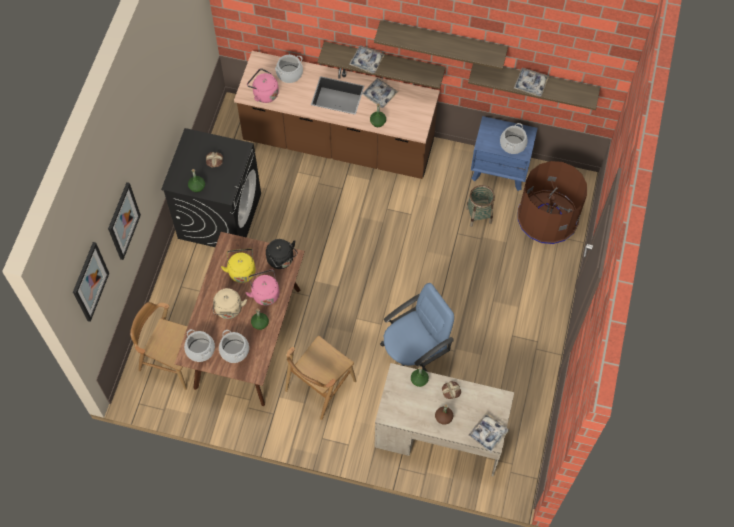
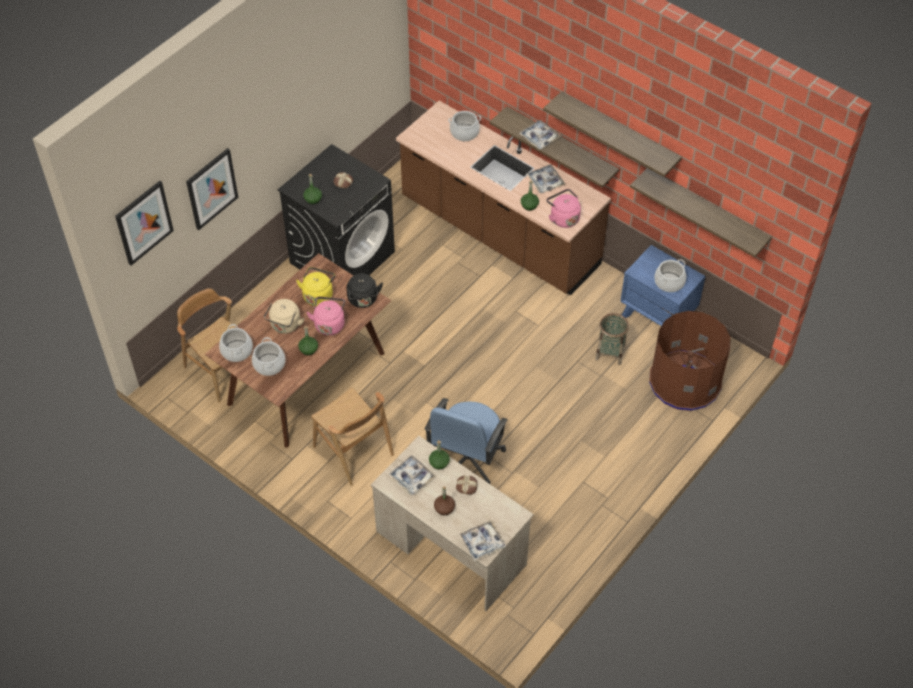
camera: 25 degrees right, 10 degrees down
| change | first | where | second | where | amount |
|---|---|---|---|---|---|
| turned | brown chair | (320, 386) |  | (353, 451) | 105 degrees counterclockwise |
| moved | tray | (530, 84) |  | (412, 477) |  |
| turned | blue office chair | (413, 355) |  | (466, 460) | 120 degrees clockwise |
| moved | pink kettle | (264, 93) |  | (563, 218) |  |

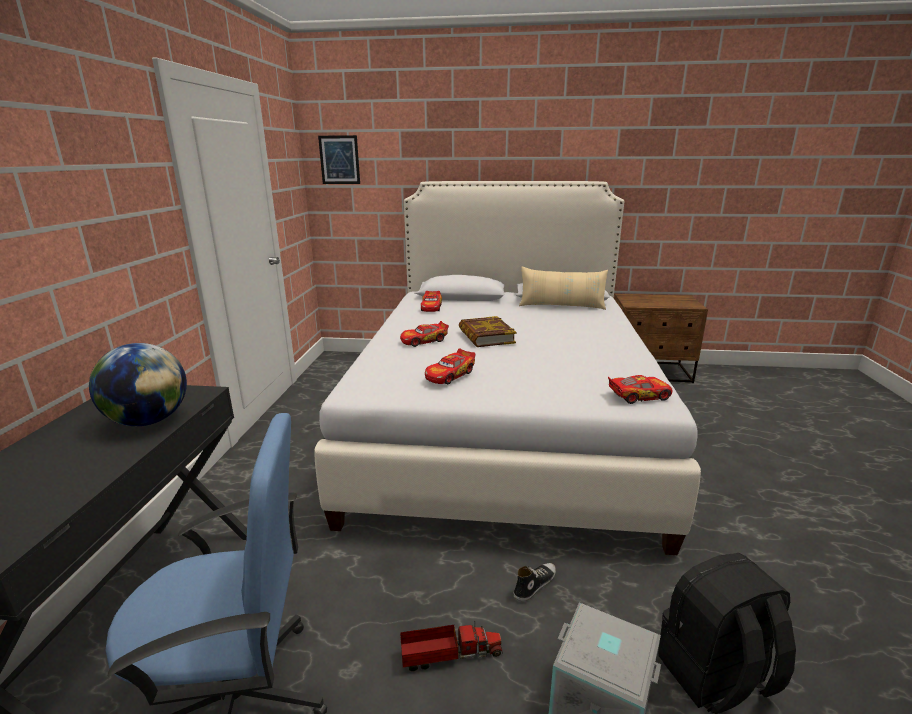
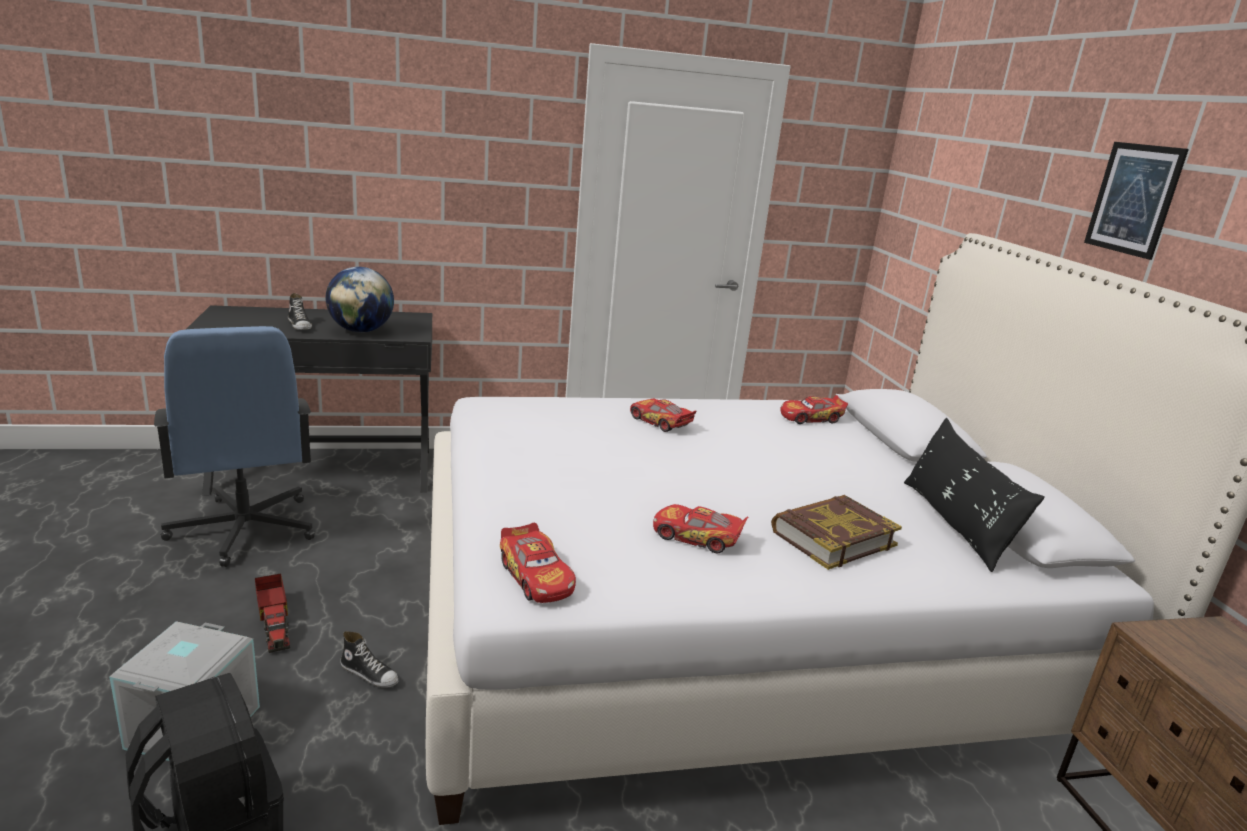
camera: 70 degrees right, 0 degrees up
| change | first | where | second | where | amount |
|---|---|---|---|---|---|
| added |  |  | shoe | (300, 325) |  |
| moved | toy car | (450, 375) |  | (697, 537) |  |
| moved | book | (486, 336) |  | (832, 538) |  |
| recoloured | beige pillow | (561, 306) | black pillow | (955, 523) |  |
| moved | picture | (339, 160) |  | (1133, 199) |  |

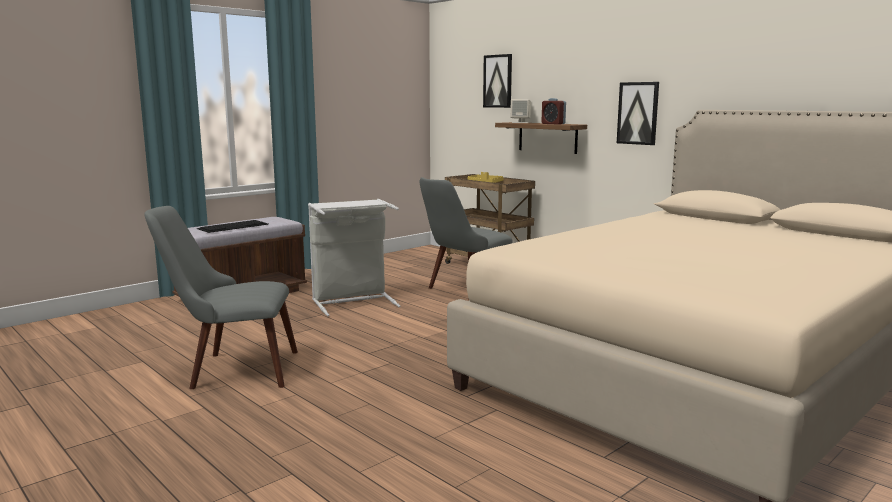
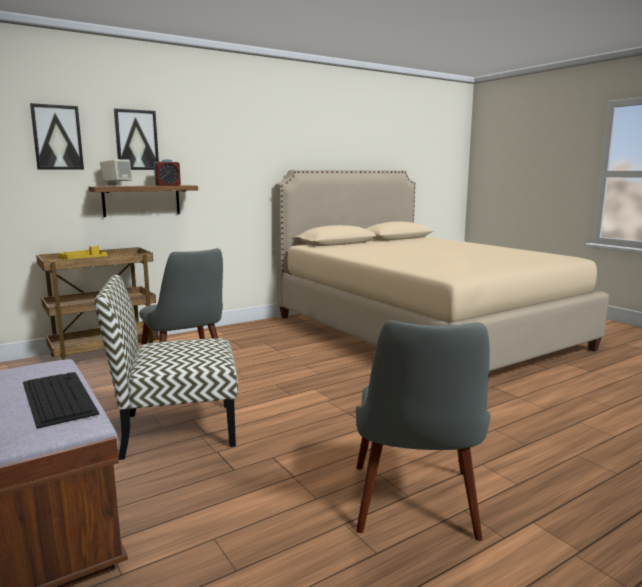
camera: 80 degrees left, 0 degrees up
| change | first | where | second | where | amount |
|---|---|---|---|---|---|
| replaced | grey laundry basket | (353, 301) | chair | (176, 430) |  |
| moved | picture | (638, 113) |  | (136, 140) |  |

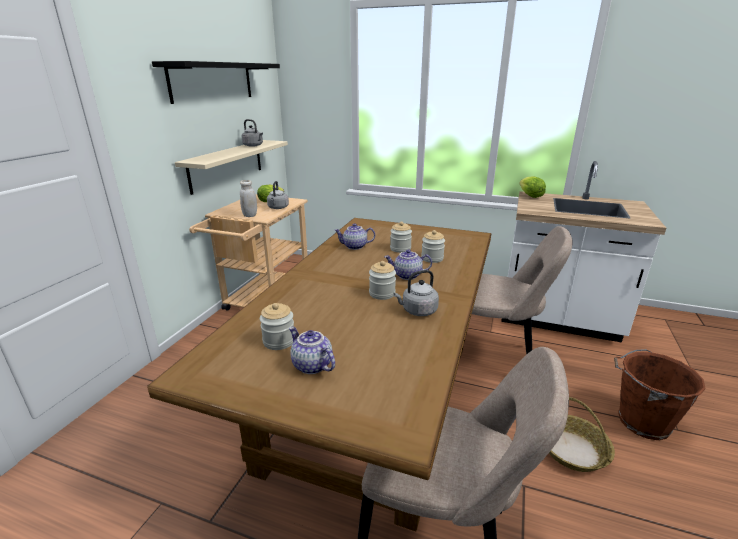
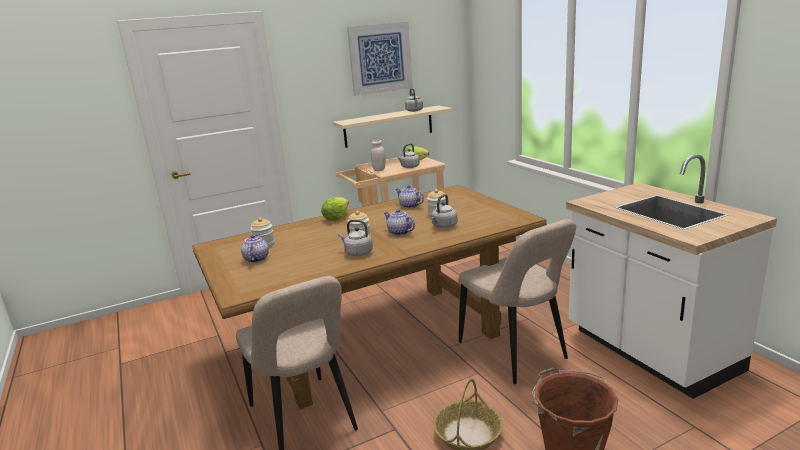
camera: 45 degrees right, 5 degrees down
| change | first | where | second | where | amount |
|---|---|---|---|---|---|
| moved | lettuce | (530, 196) |  | (336, 218) |  |
| replaced | black shelf | (212, 81) | picture | (380, 58) |  |
| replaced | jar | (432, 258) | grey kettle | (443, 226) |  |

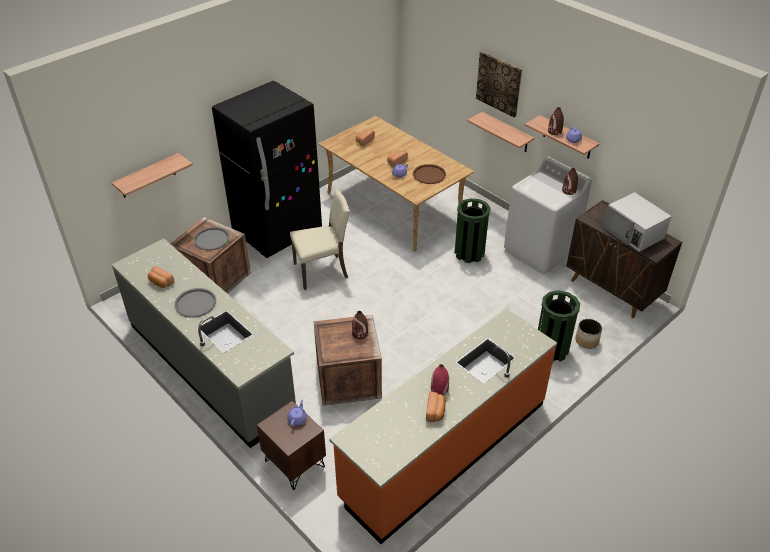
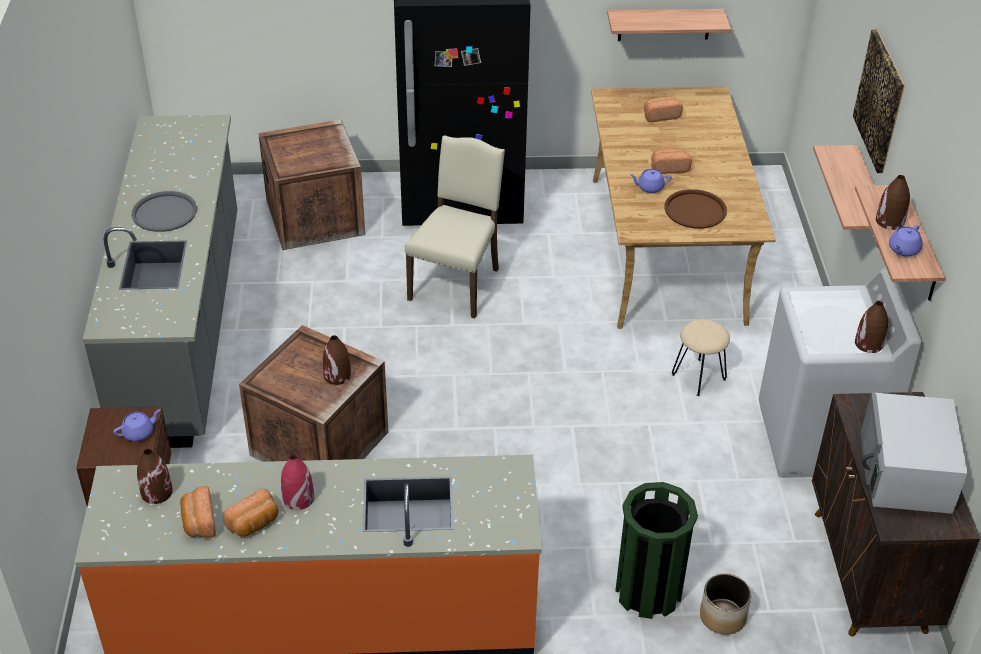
camera: 40 degrees right, 0 degrees up
| change | first | where | second | where | amount |
|---|---|---|---|---|---|
| added |  |  | brown vase | (156, 492) |  |
| moved | bread | (160, 283) |  | (198, 522) |  |
| turned | beige chair | (322, 271) |  | (457, 283) | 90 degrees counterclockwise |
| moved | shelf | (147, 176) |  | (664, 24) |  |
| replaced | green trash can | (469, 253) | beige stool | (698, 377) |  |
| removed | grey tray | (212, 239) |  |  |  |

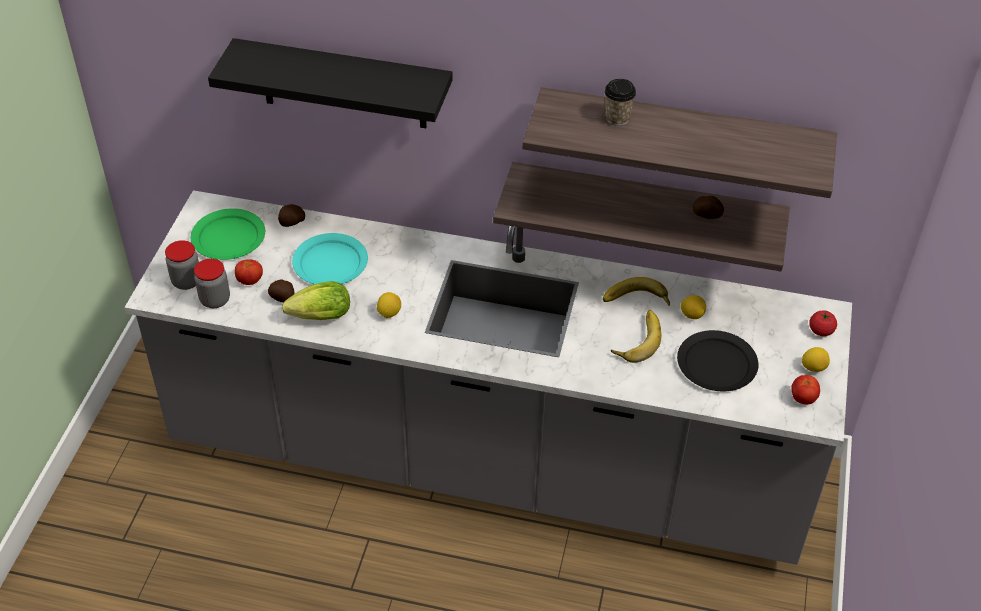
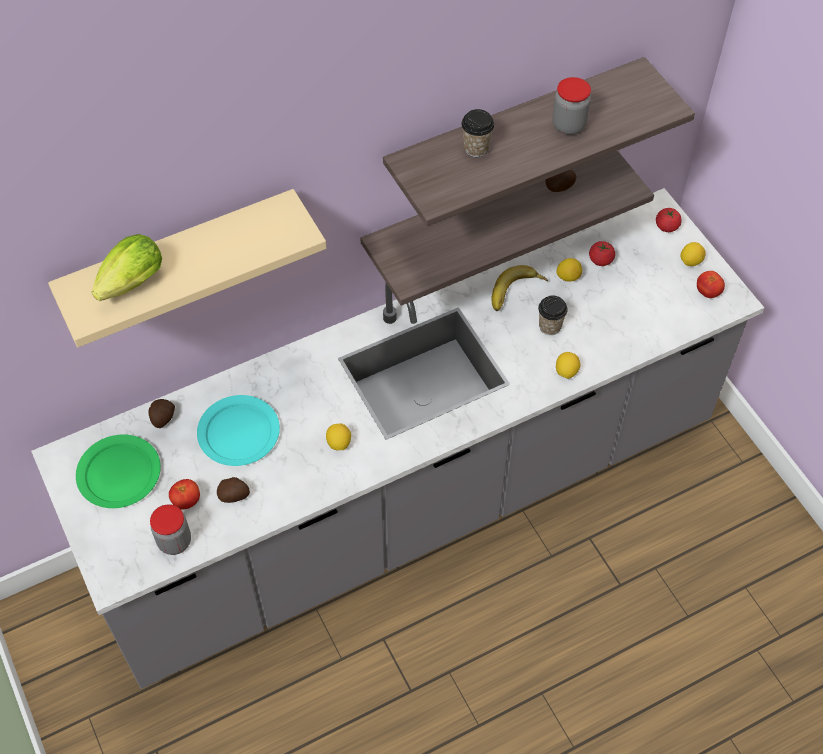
camera: 40 degrees left, 10 degrees up
| change | first | where | second | where | amount |
|---|---|---|---|---|---|
| recoloured | black shelf | (343, 84) | beige shelf | (180, 260) |  |
| moved | lettuce | (317, 317) |  | (129, 286) |  |
| replaced | banana | (636, 339) | cup | (550, 326) |  |
| moved | jar | (186, 281) |  | (568, 125) |  |
| added |  |  | lemon | (566, 371) |  |
| added |  |  | tomato | (600, 260) |  |
| removed | black plate | (717, 364) |  |  |  |

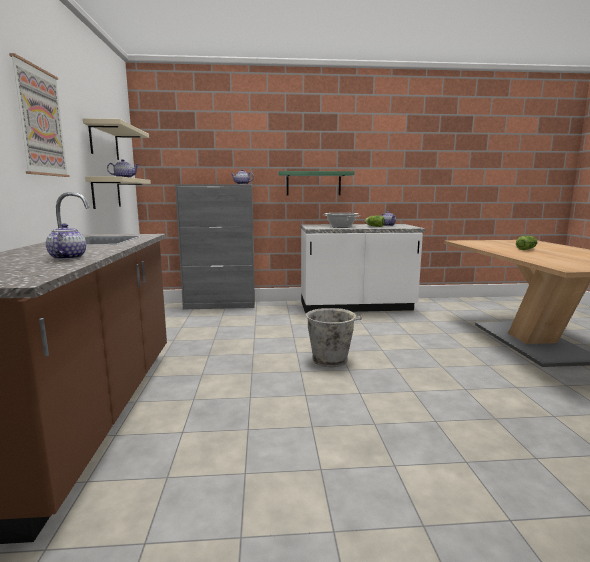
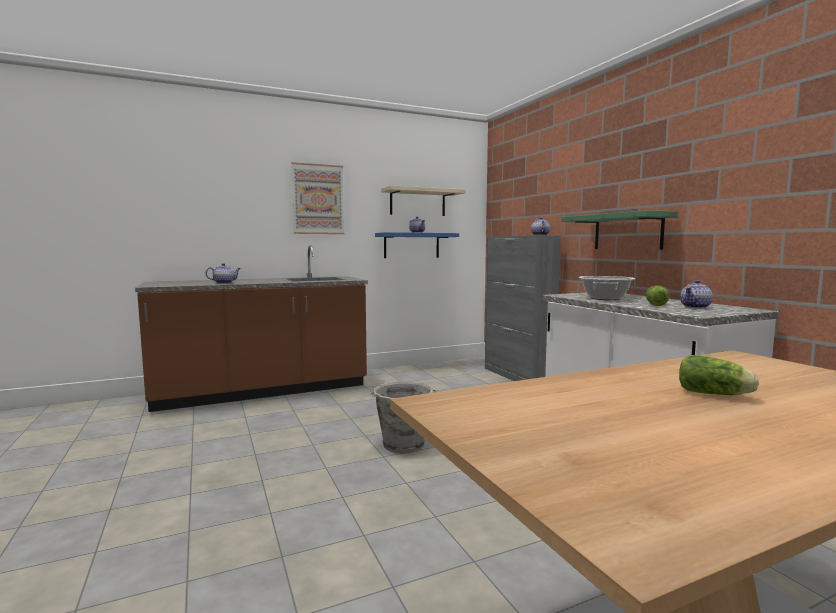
camera: 70 degrees right, 5 degrees down
| change | first | where | second | where | amount |
|---|---|---|---|---|---|
| recoloured | beige shelf | (106, 193) | blue shelf | (411, 245) |  |

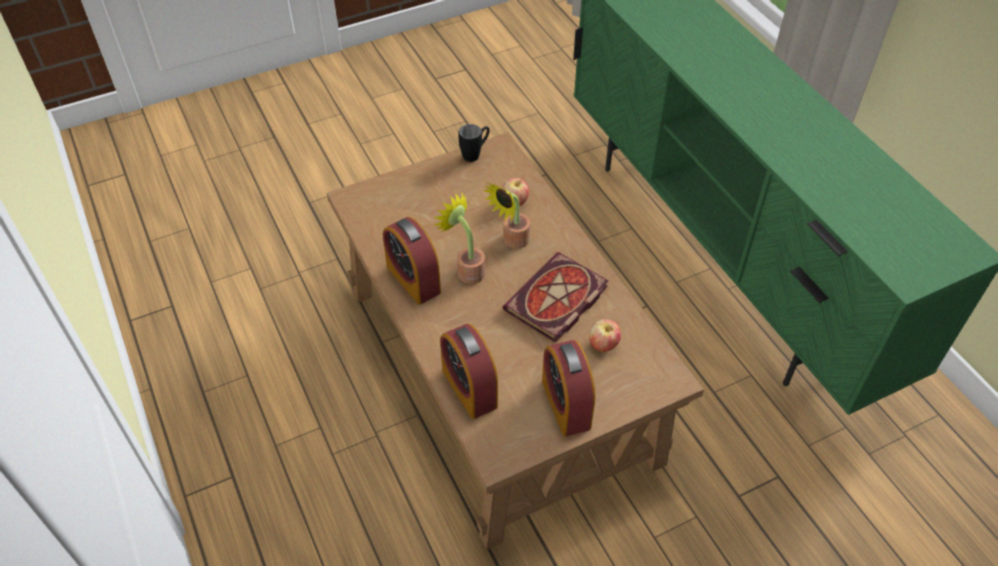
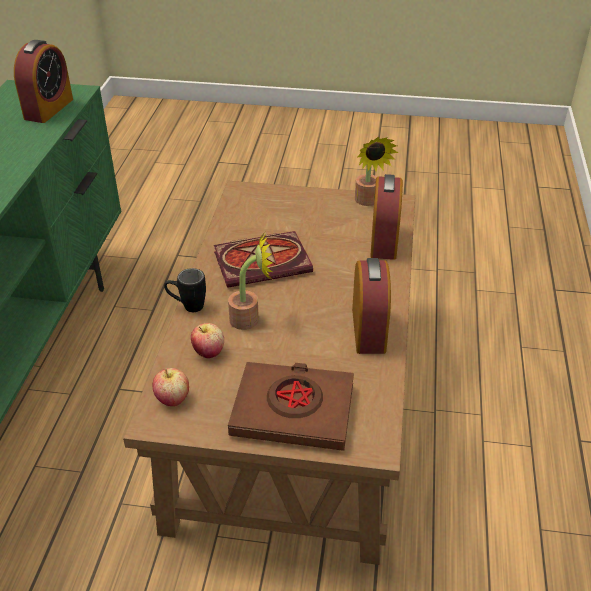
camera: 145 degrees left, 10 degrees down
| change | first | where | second | where | amount |
|---|---|---|---|---|---|
| moved | alarm clock | (566, 404) |  | (49, 109) |  |
| moved | apple | (603, 345) |  | (172, 399) |  |
| moved | black mug | (475, 154) |  | (187, 306) |  |
| added |  |  | brown book | (293, 411) |  |
| moved | potted plant | (467, 270) |  | (368, 202) |  |

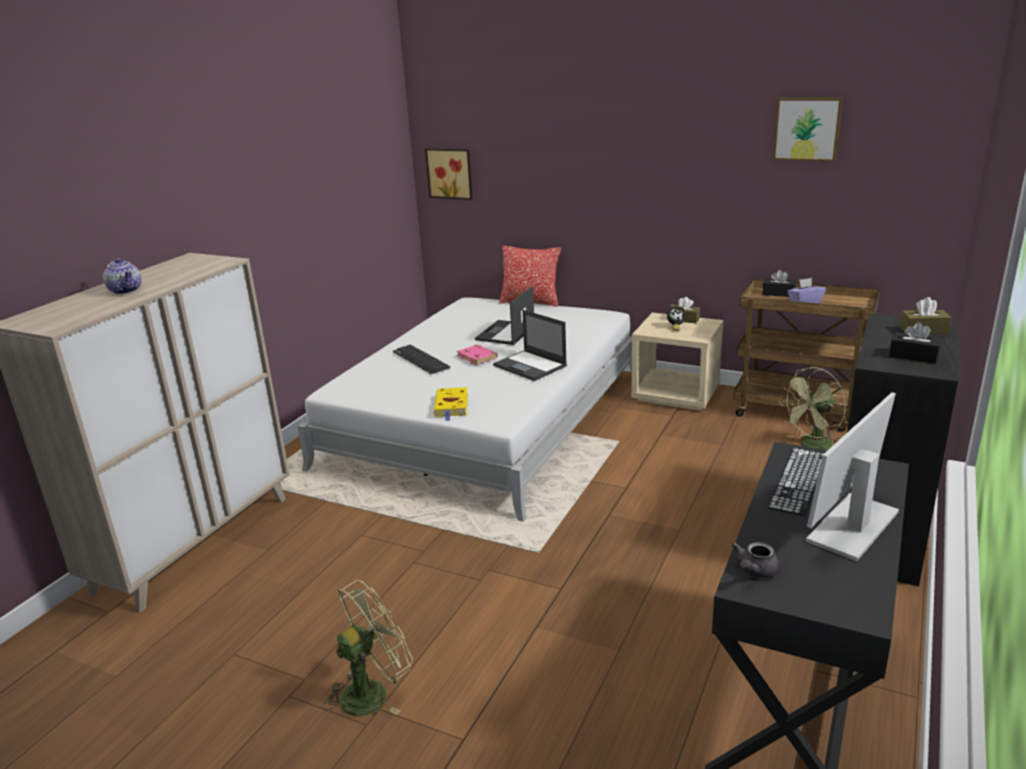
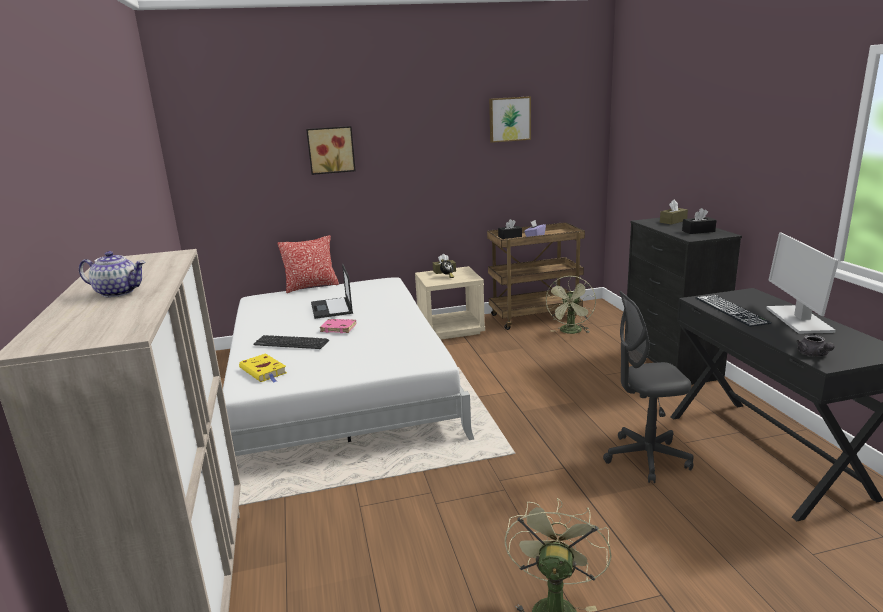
camera: 40 degrees left, 5 degrees down
| change | first | where | second | where | amount |
|---|---|---|---|---|---|
| moved | yellow book | (452, 406) |  | (264, 371) |  |
| moved | picture | (450, 173) |  | (331, 150) |  |
| added |  |  | grey office chair | (646, 458) |  |
| removed | laptop | (531, 366) |  |  |  |

